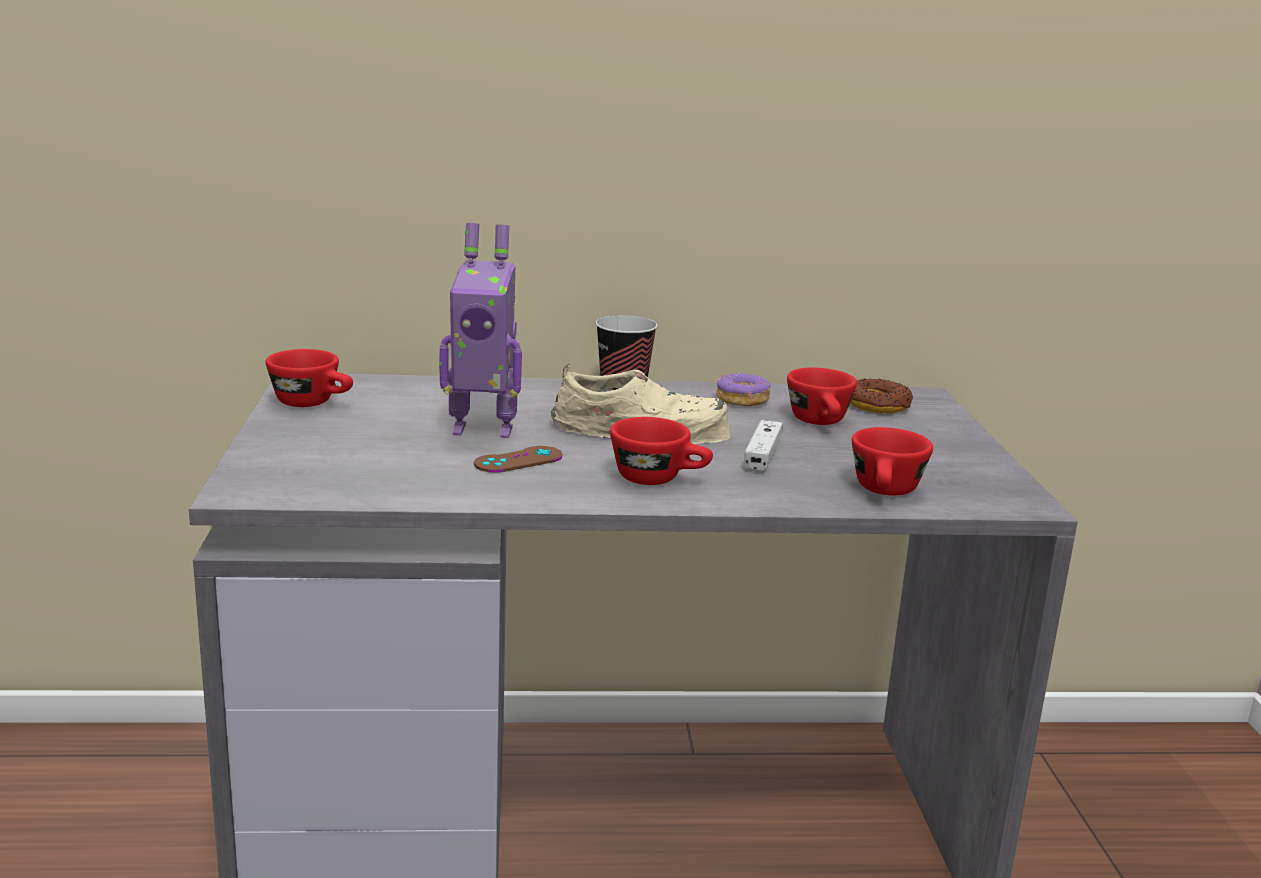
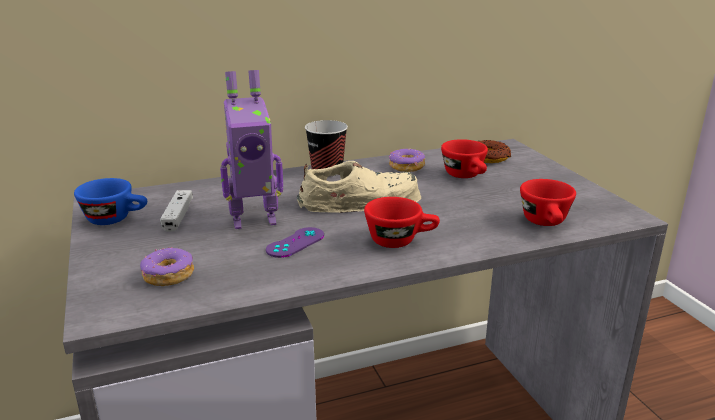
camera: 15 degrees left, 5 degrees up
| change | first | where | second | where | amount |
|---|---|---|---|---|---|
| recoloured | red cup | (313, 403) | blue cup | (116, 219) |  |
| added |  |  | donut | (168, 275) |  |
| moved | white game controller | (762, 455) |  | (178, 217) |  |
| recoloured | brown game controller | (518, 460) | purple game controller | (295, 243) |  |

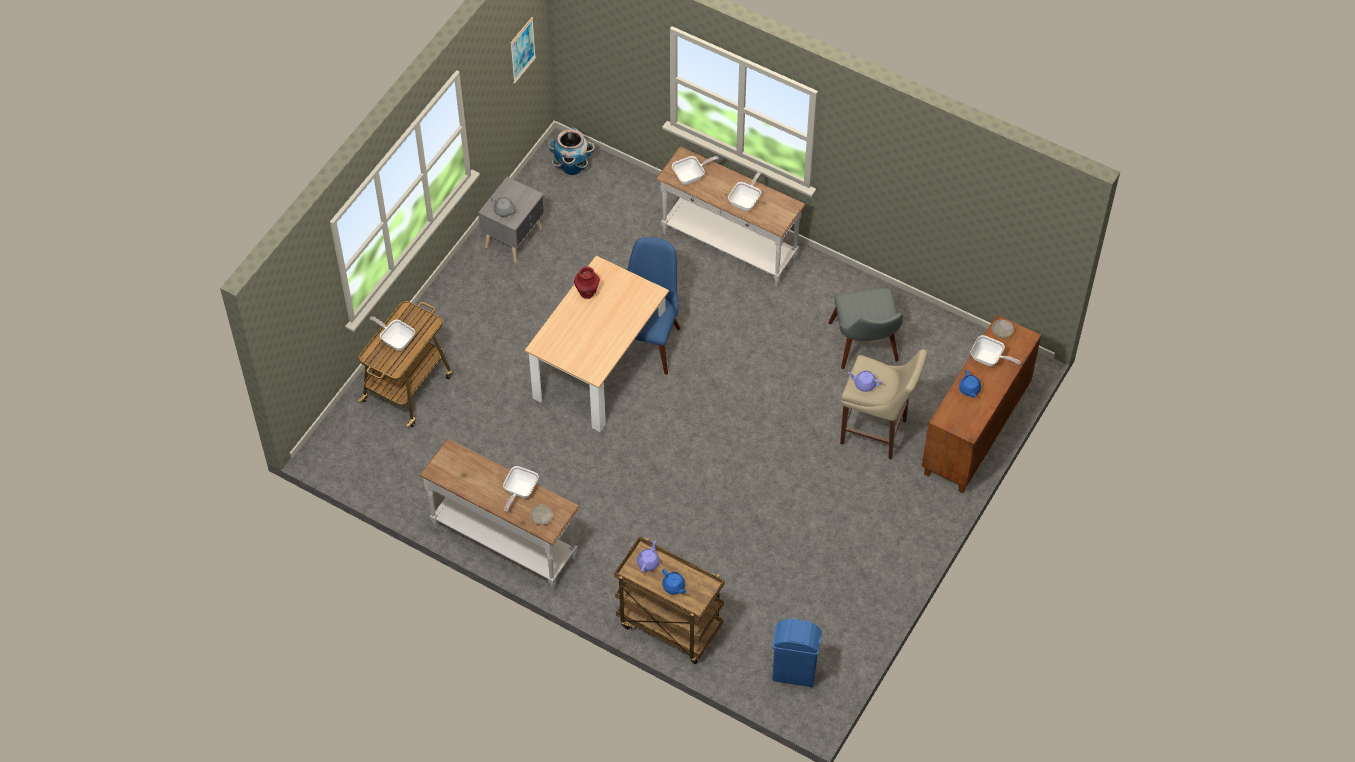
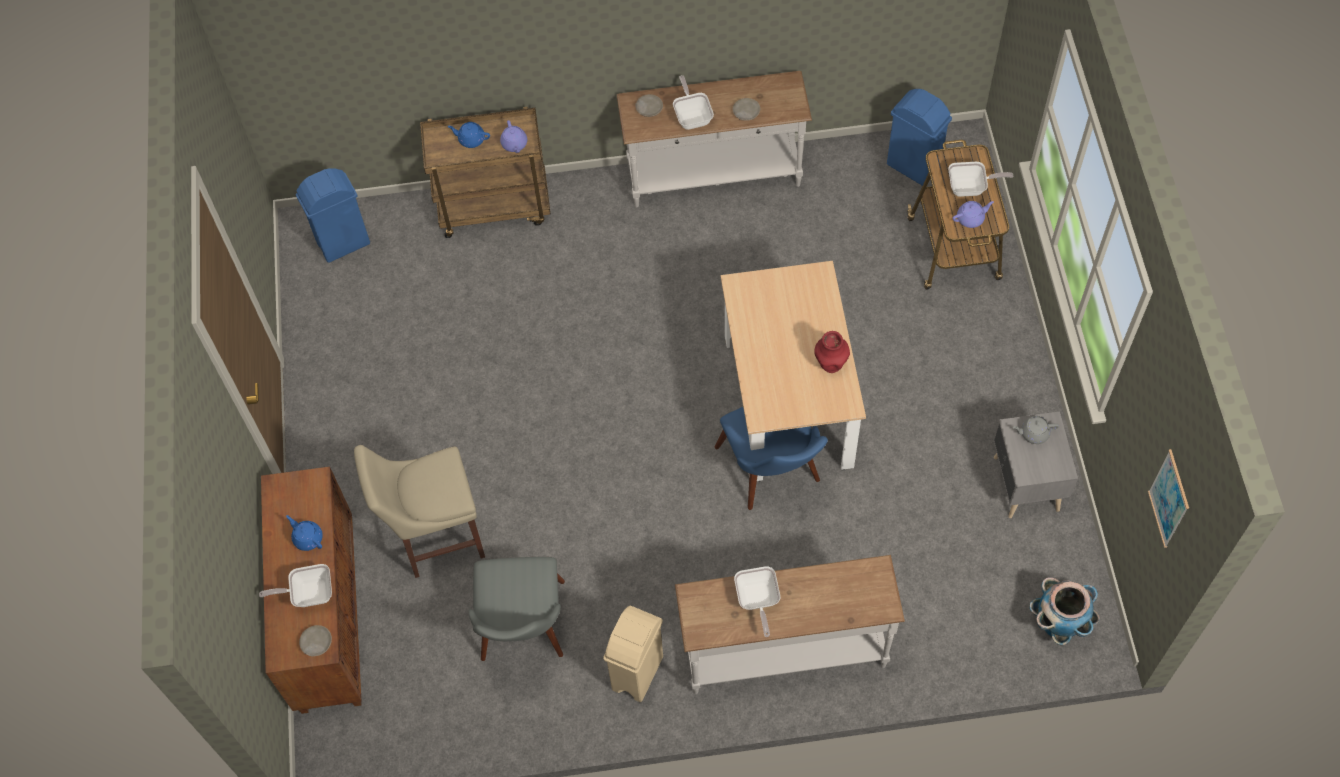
camera: 145 degrees right, 5 degrees up
| change | first | where | second | where | amount |
|---|---|---|---|---|---|
| turned | grey chair | (866, 349) |  | (522, 633) | 135 degrees counterclockwise |
| added |  |  | beige trash can | (637, 673) |  |
| added |  |  | beige plate | (746, 112) |  |
| added |  |  | blue trash can | (912, 166) |  |
| moved | purple teapot | (864, 384) |  | (971, 218) |  |
| removed | frying pan | (691, 176) |  |  |  |

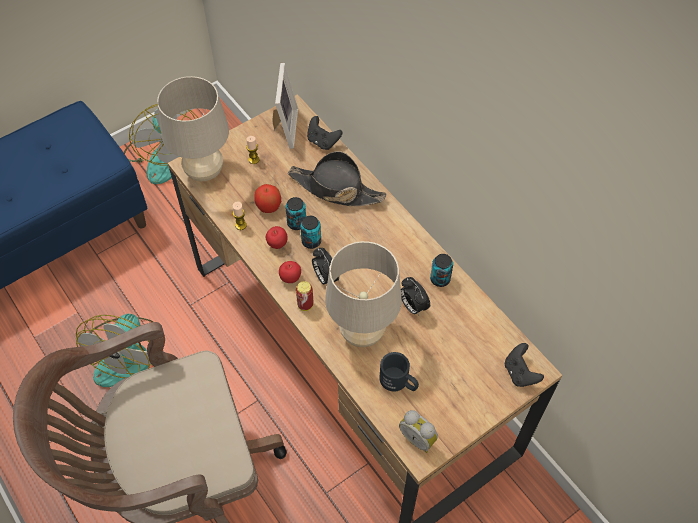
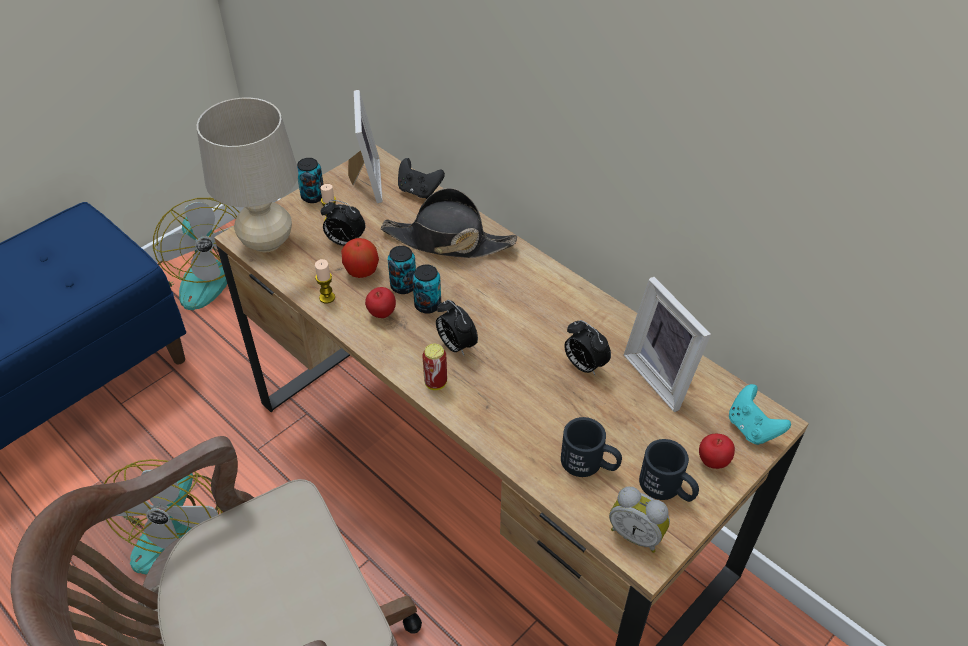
camera: 10 degrees left, 10 degrees down
| change | first | where | second | where | amount |
|---|---|---|---|---|---|
| moved | can | (440, 279) |  | (313, 196) |  |
| added |  |  | alarm clock | (345, 242) |  |
| added |  |  | picture frame | (663, 376) |  |
| added |  |  | black mug | (667, 488) |  |
| moved | apple | (290, 278) |  | (712, 461) |  |
| recoloured | black game controller | (520, 373) | turquoise game controller | (752, 428) |  |
| removed | beige table lamp | (362, 333) |  |  |  |

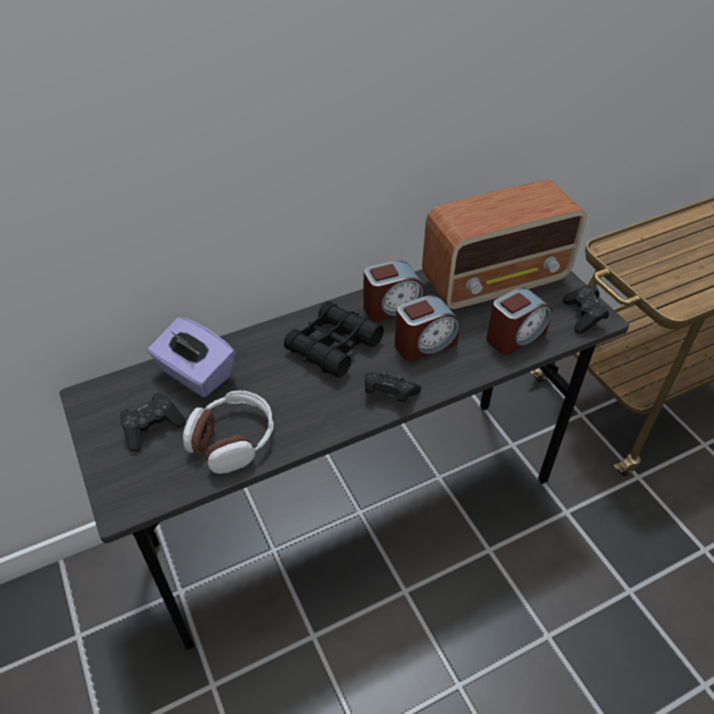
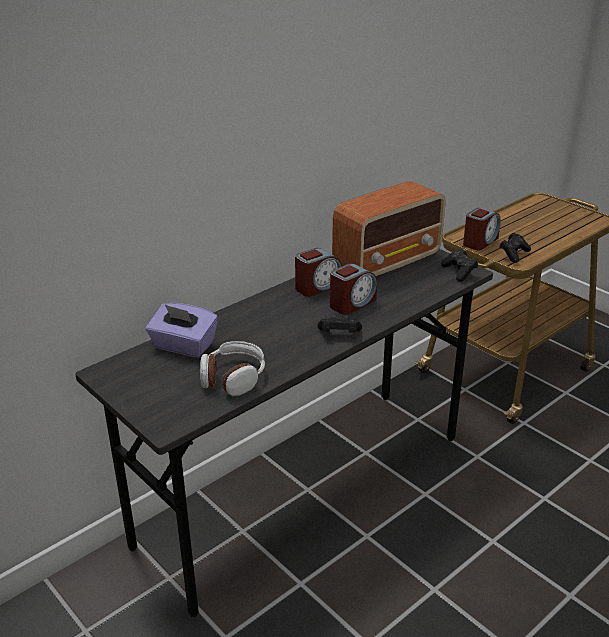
camera: 15 degrees left, 15 degrees down
| change | first | where | second | where | amount |
|---|---|---|---|---|---|
| moved | alarm clock | (515, 336) |  | (480, 242) |  |
| moved | black game controller | (153, 428) |  | (513, 254) |  |
| removed | black binoculars | (333, 346) |  |  |  |

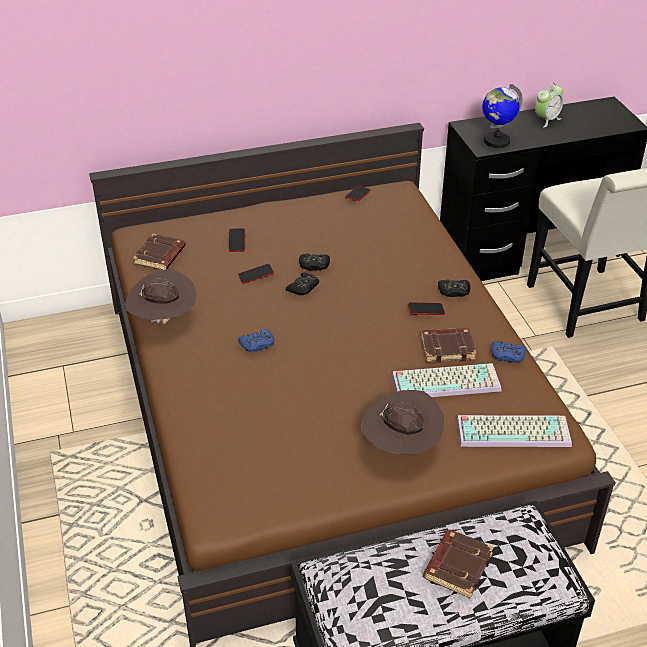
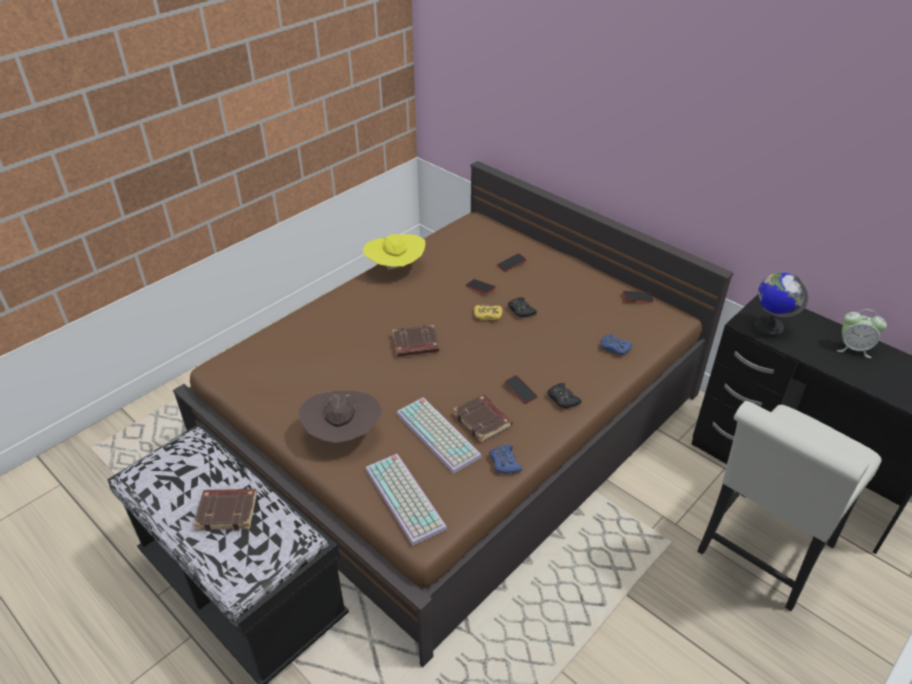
camera: 60 degrees right, 0 degrees up
| change | first | where | second | where | amount |
|---|---|---|---|---|---|
| recoloured | brown hat | (164, 319) | yellow hat | (395, 269) |  |
| moved | brown book | (160, 256) |  | (415, 345) |  |
| recoloured | black game controller | (303, 288) | yellow game controller | (488, 315) |  |
| moved | blue game controller | (257, 344) |  | (614, 348) |  |

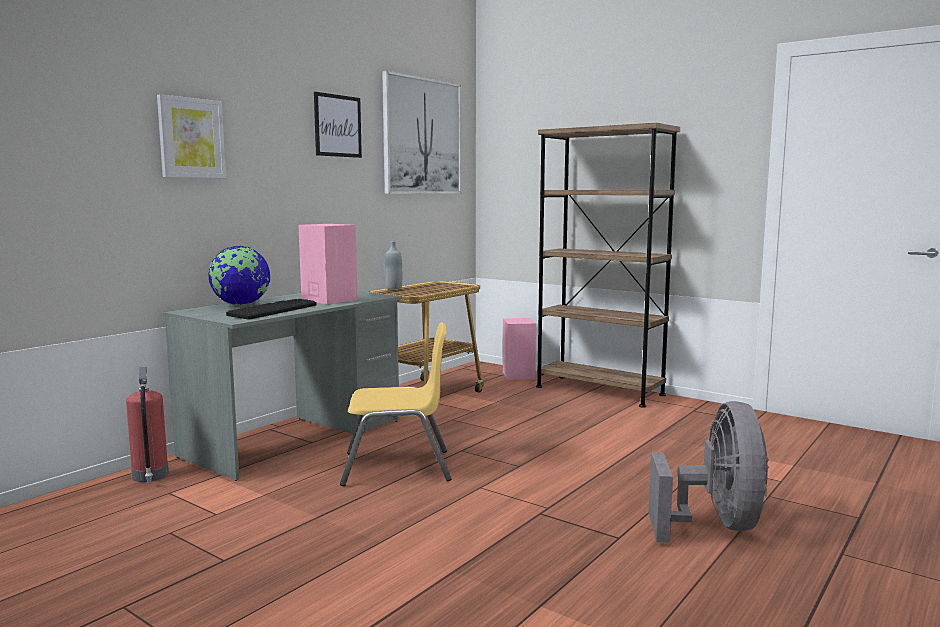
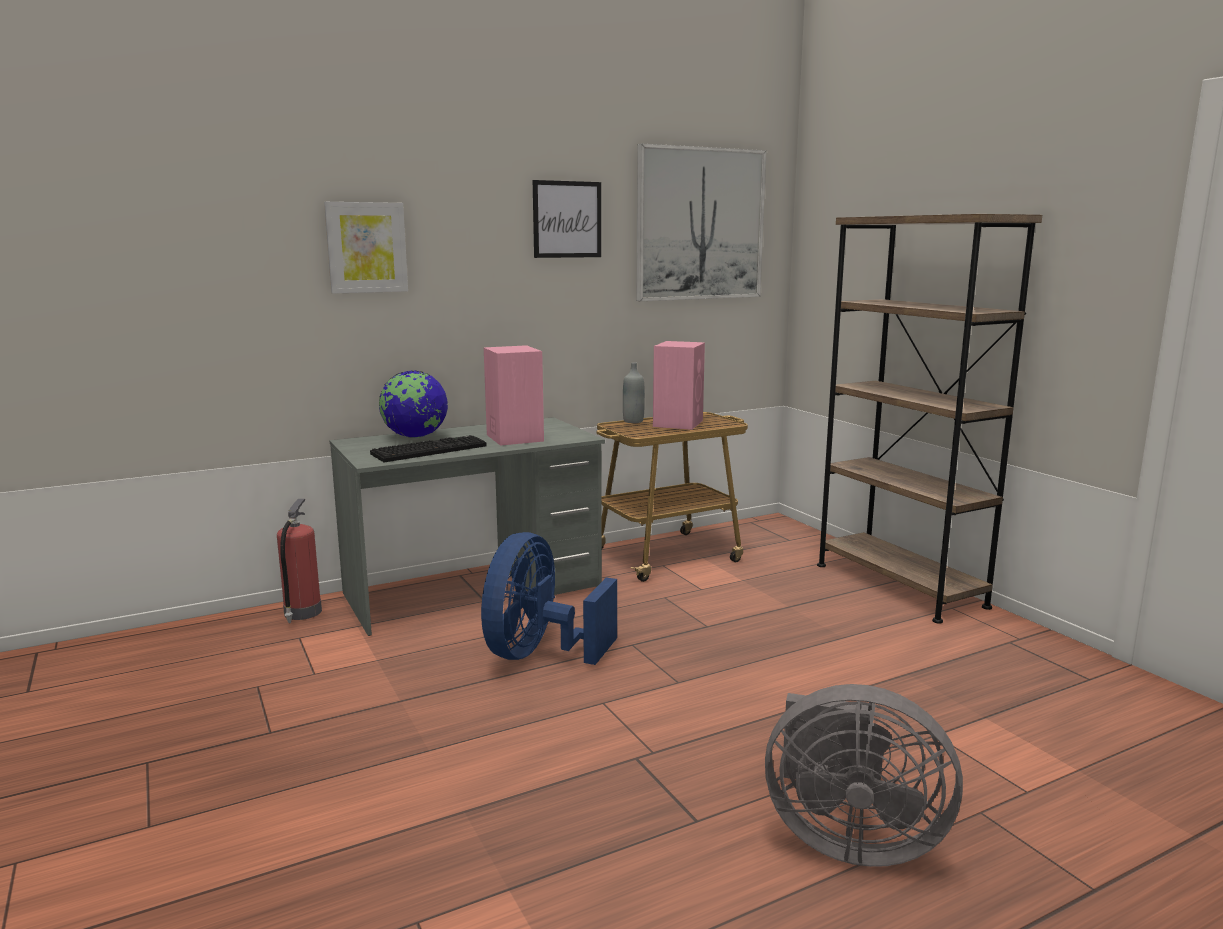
camera: 25 degrees right, 5 degrees up
| change | first | where | second | where | amount |
|---|---|---|---|---|---|
| replaced | yellow chair | (397, 467) | blue fan | (539, 654) |  |
| moved | pink speaker | (518, 375) |  | (678, 423) |  |
| turned | grey fan | (715, 525) |  | (847, 839) | 75 degrees clockwise |

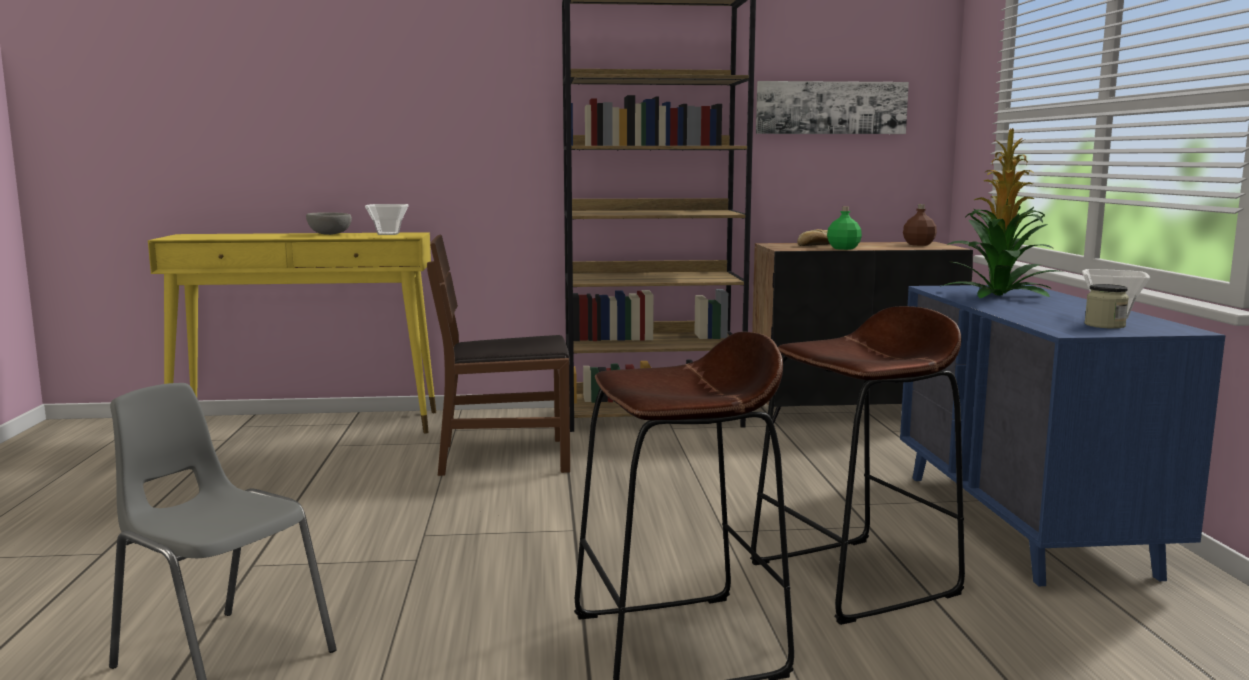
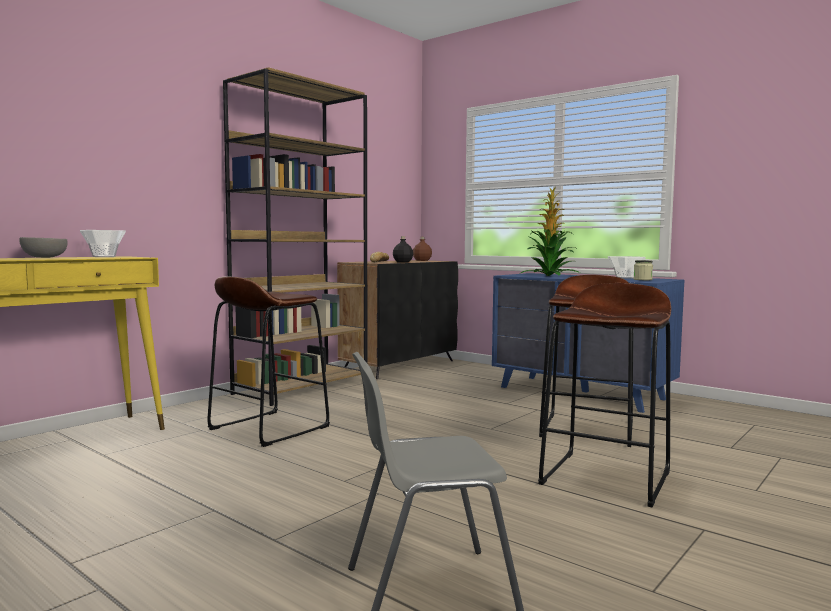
camera: 45 degrees left, 5 degrees down
| change | first | where | second | where | amount |
|---|---|---|---|---|---|
| replaced | brown chair | (505, 457) | brown stool | (268, 428) |  |
| recoloured | green bottle | (843, 248) | black bottle | (402, 262) |  |
| removed | picture | (831, 108) |  |  |  |

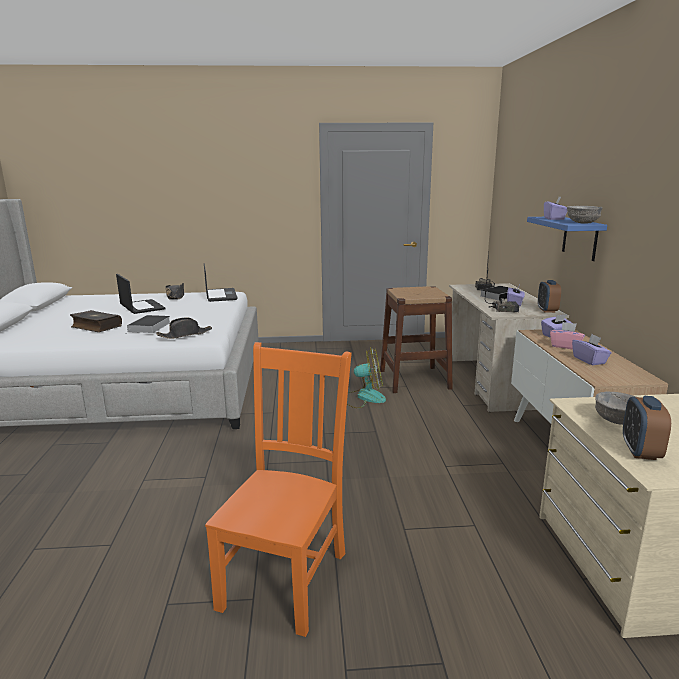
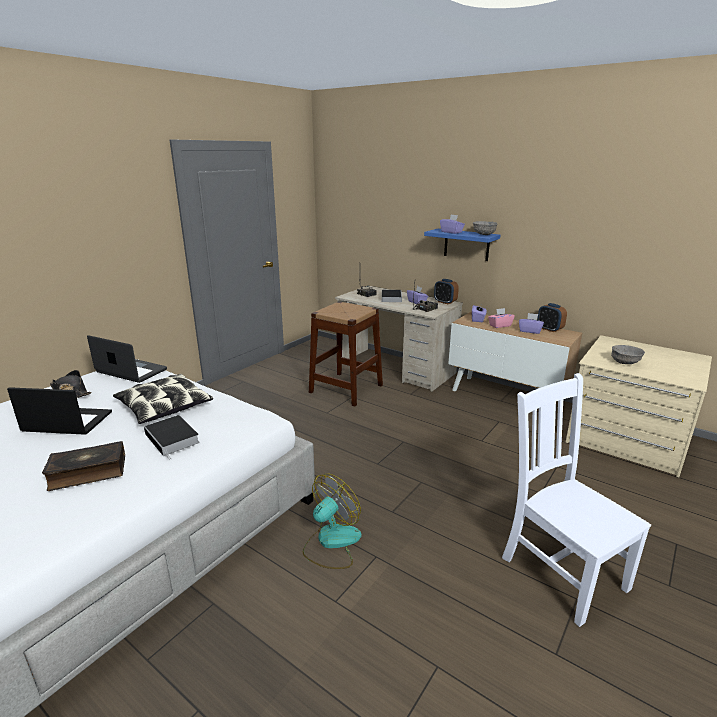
camera: 50 degrees left, 5 degrees up
| change | first | where | second | where | amount |
|---|---|---|---|---|---|
| added |  |  | pillow | (164, 407) |  |
| moved | fan | (364, 397) |  | (331, 542) |  |
| recoloured | orange chair | (286, 576) | white chair | (560, 570) |  |
| moved | alarm clock | (640, 451) |  | (549, 329) |  |
| removed | black hat | (185, 334) |  |  |  |

